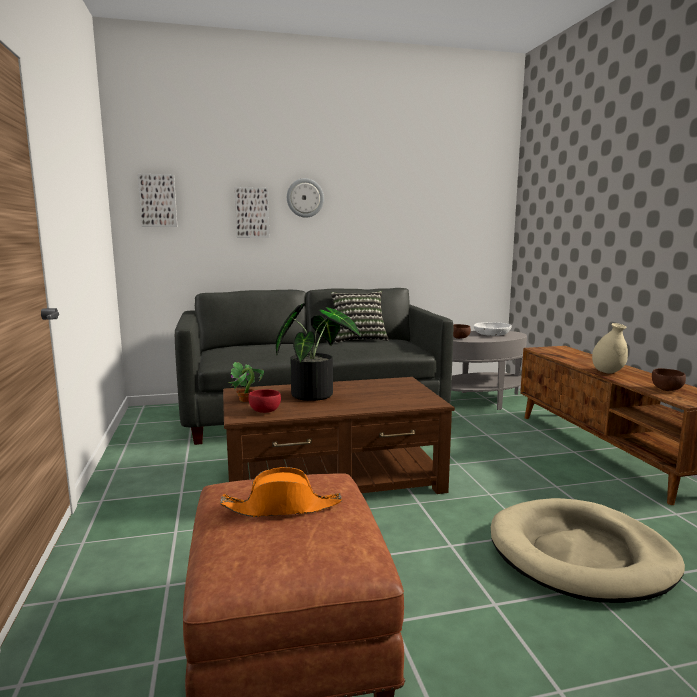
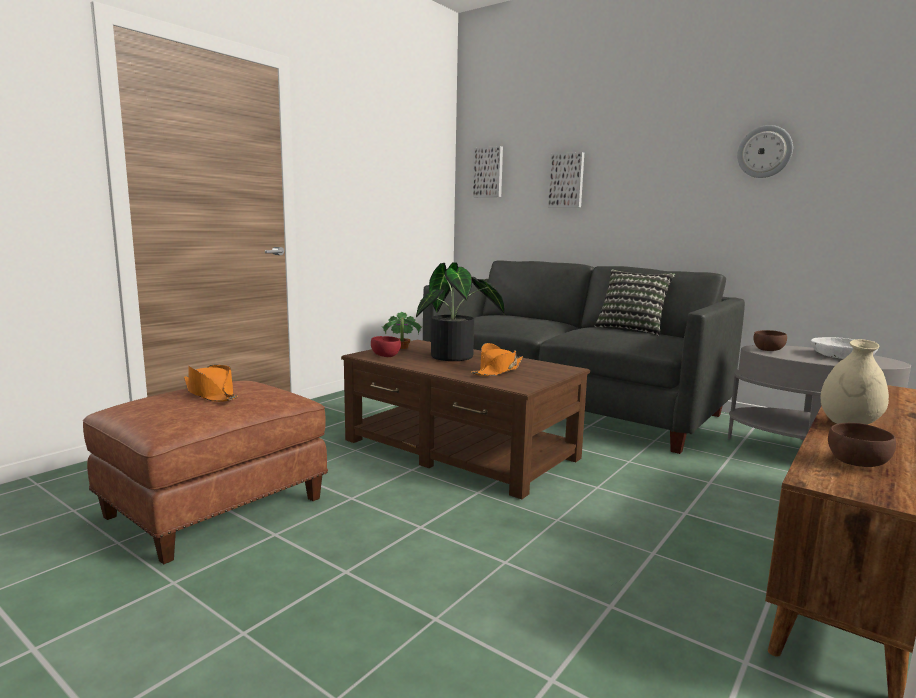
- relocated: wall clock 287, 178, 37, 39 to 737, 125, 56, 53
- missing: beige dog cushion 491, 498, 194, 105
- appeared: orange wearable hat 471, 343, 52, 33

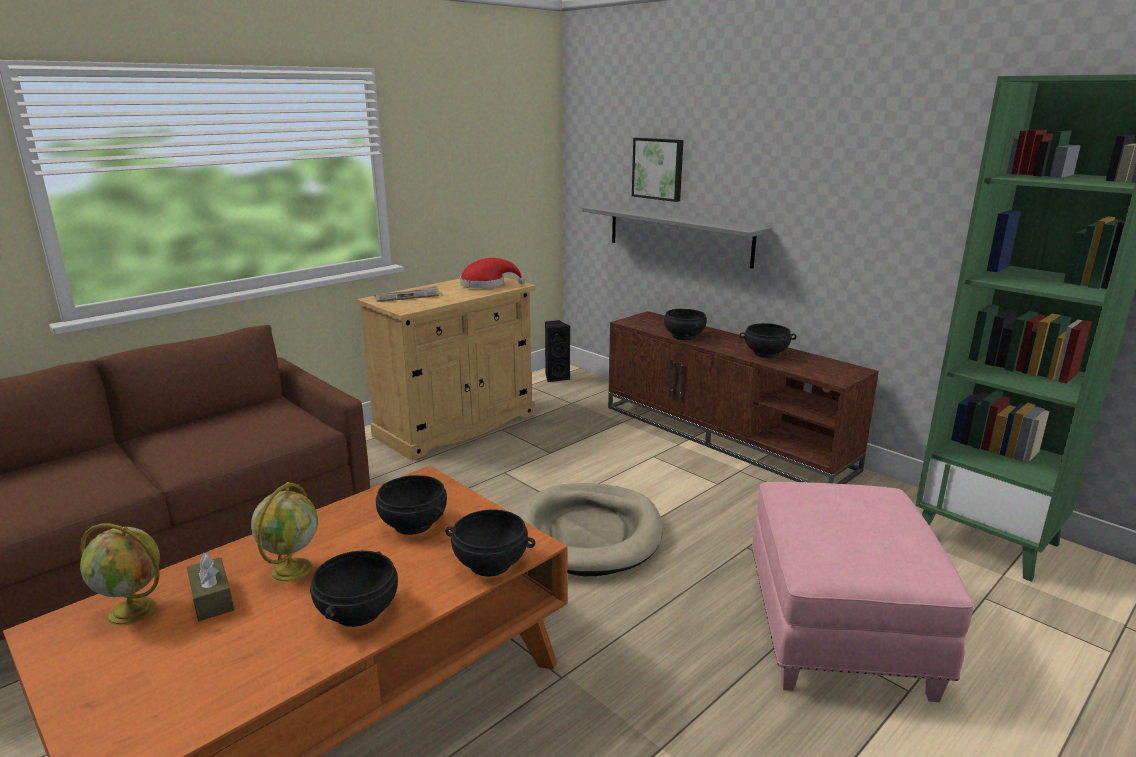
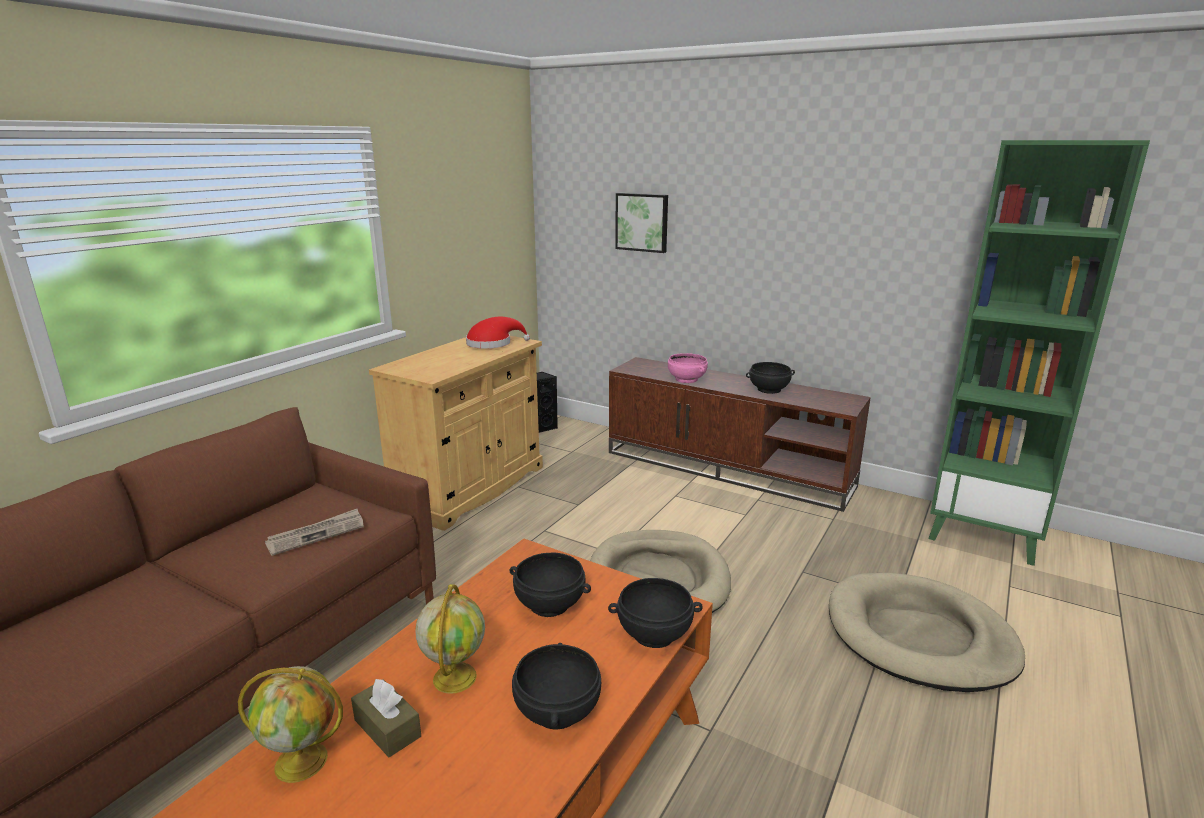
- relocated: newspaper 374, 286, 65, 16 to 265, 509, 99, 47
- missing: greyish wall shelf 582, 204, 189, 65
- colour: blackish bowl 664, 309, 43, 31 to pink-coloured bowl 668, 353, 40, 30
- exchanged: pink-coloured pouffe 751, 482, 223, 220 to beige dog cushion 829, 573, 196, 119

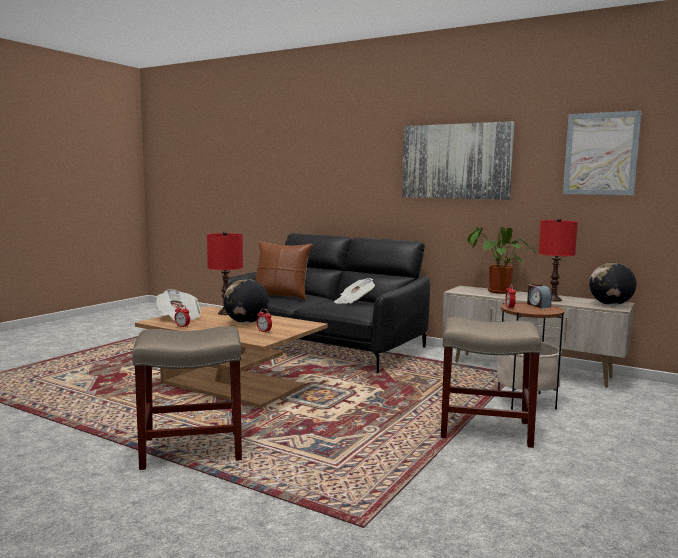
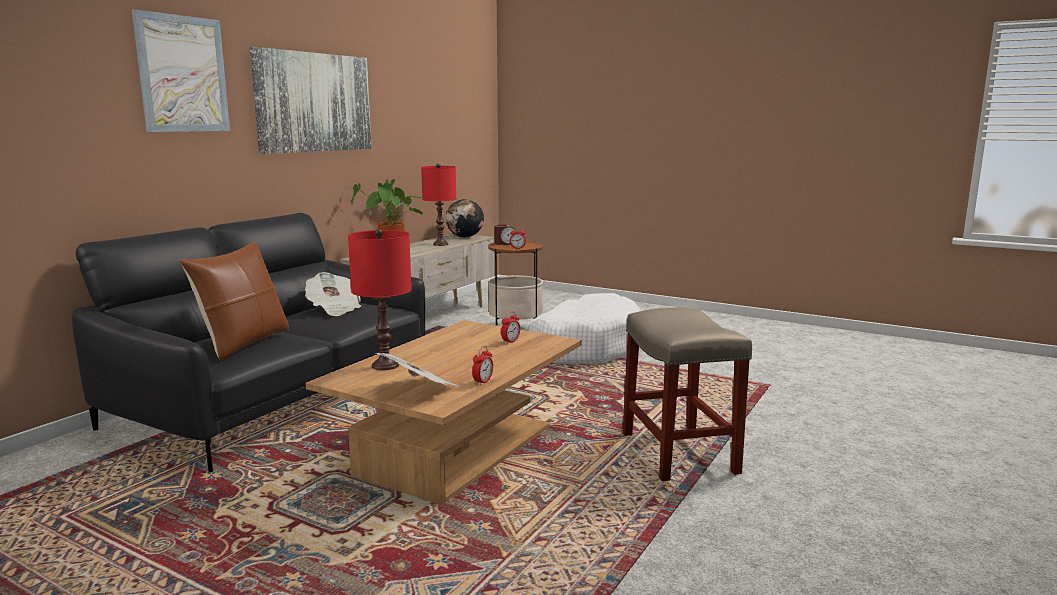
- missing: world globe 223, 279, 45, 44
- exchanged: beige stool 441, 317, 100, 131 to white-coloured dog cushion 529, 293, 112, 71
- relocated: wall art 563, 111, 78, 84 to 132, 9, 98, 123

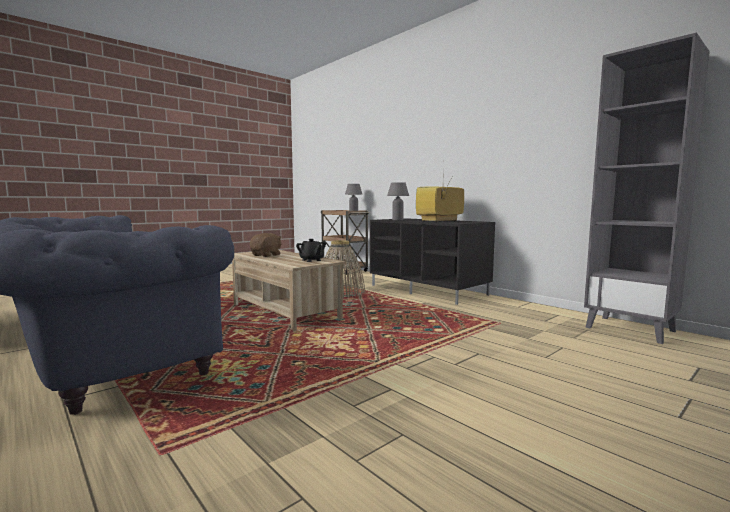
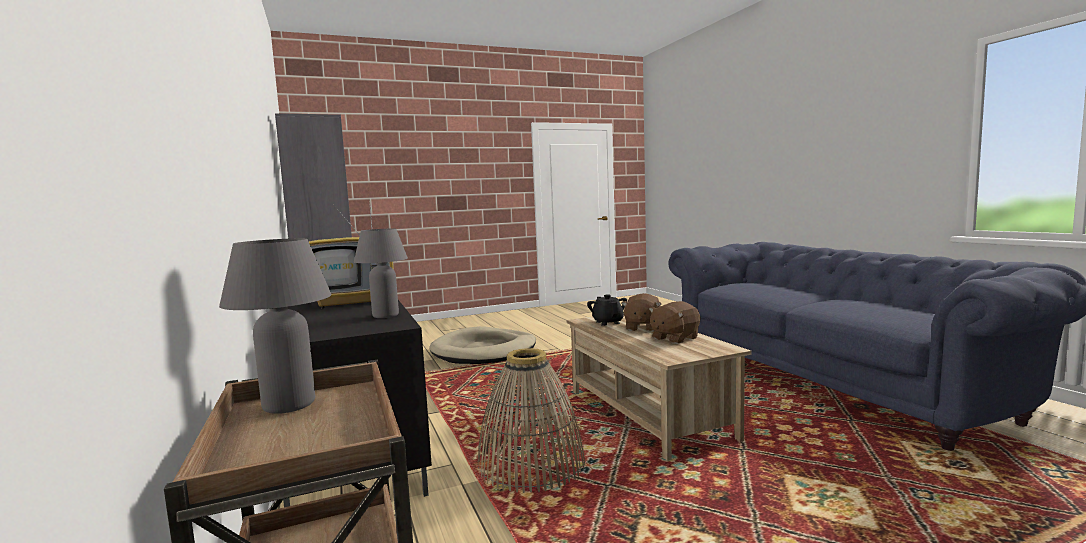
- appeared: beige dog cushion 429, 326, 107, 38
- appeared: brown-coloured cuddly toy 621, 293, 40, 39

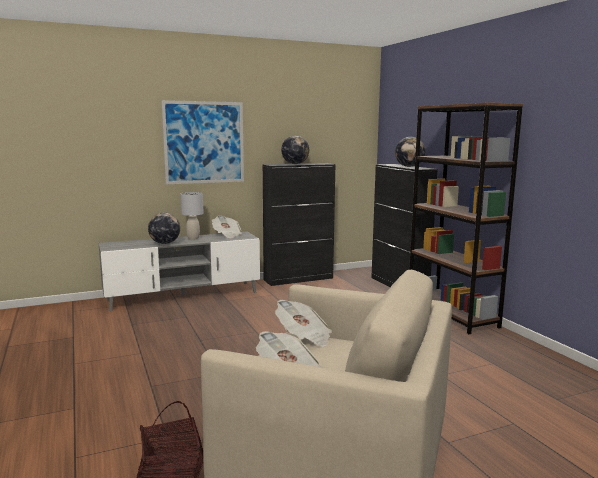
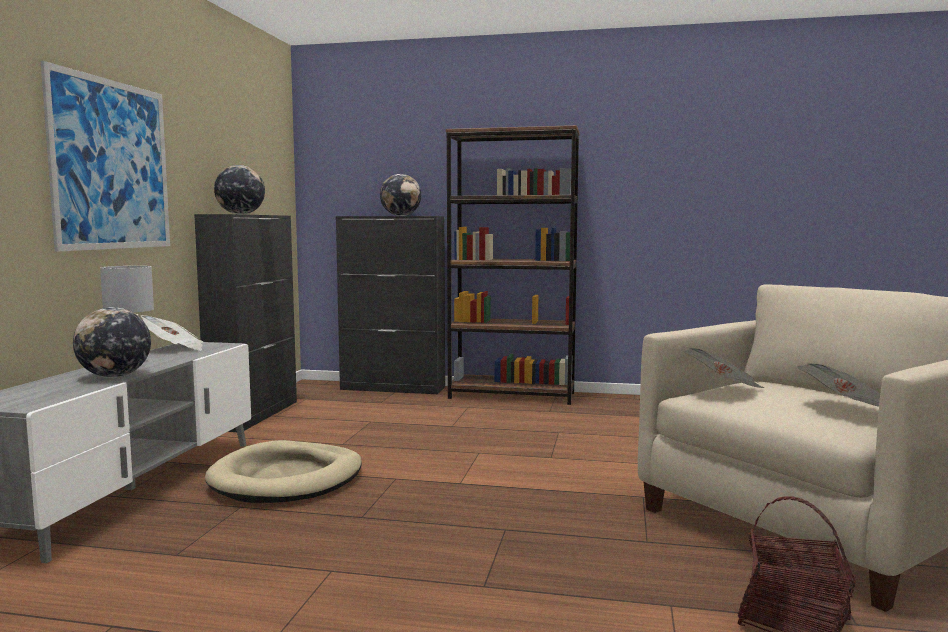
- appeared: beige dog cushion 205, 440, 157, 63

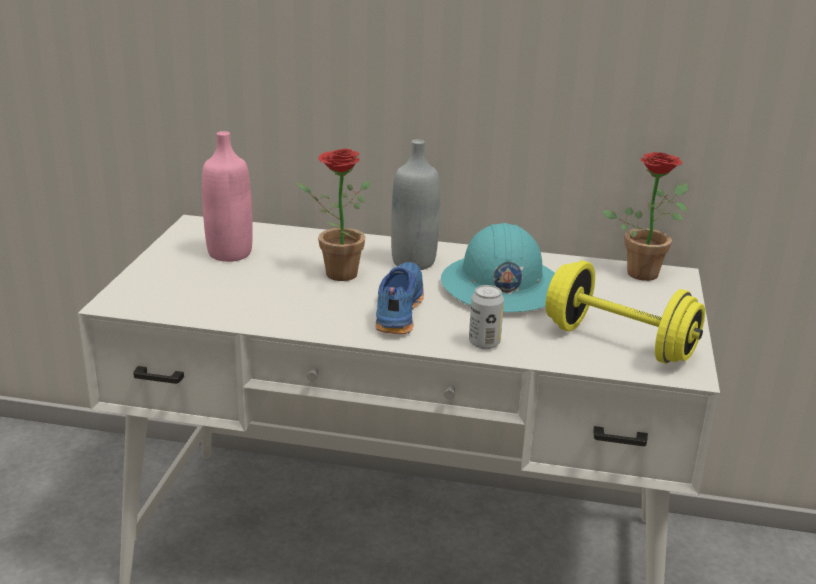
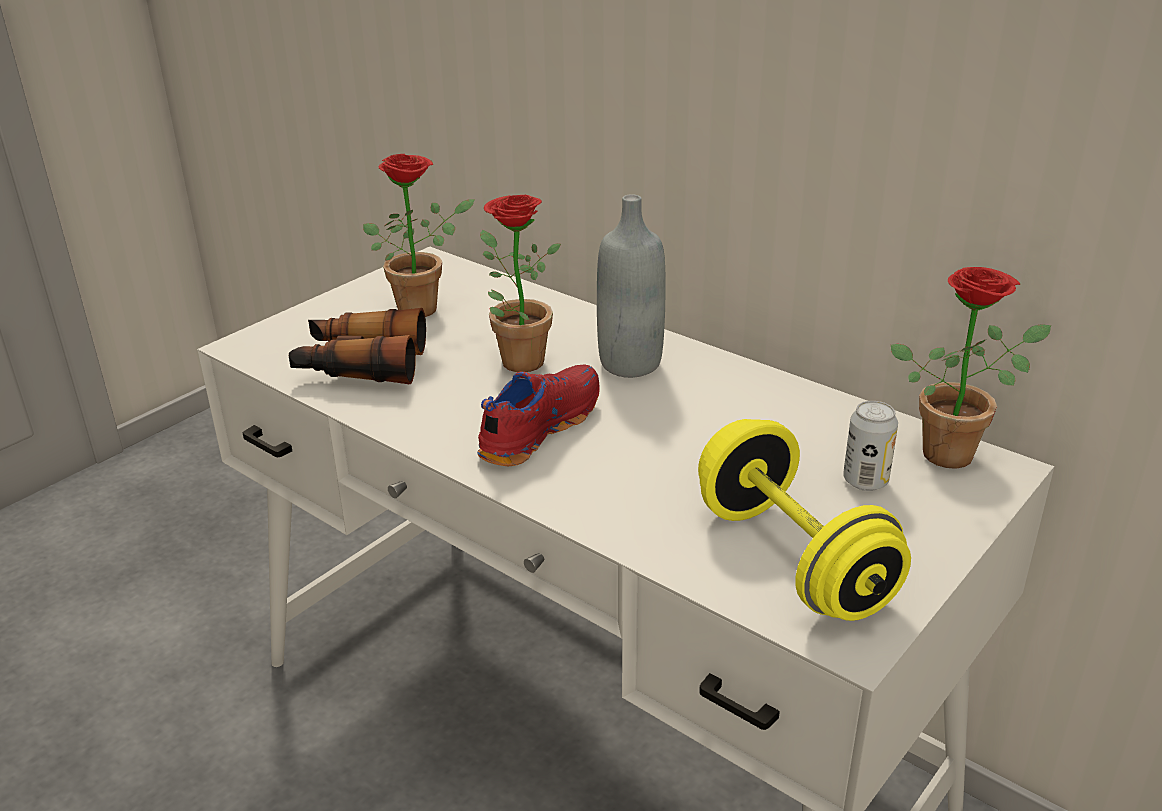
- exchanged: pink-coloured bottle 202, 131, 51, 131 to houseplant 363, 154, 112, 163
- colour: blue-coloured low shoe 376, 262, 48, 72 to red low shoe 477, 365, 123, 101
- missing: turquoise hard hat 441, 223, 114, 89
- relocated: metal can 469, 285, 35, 64 to 843, 401, 55, 90
- appeared: field glasses 289, 308, 137, 76

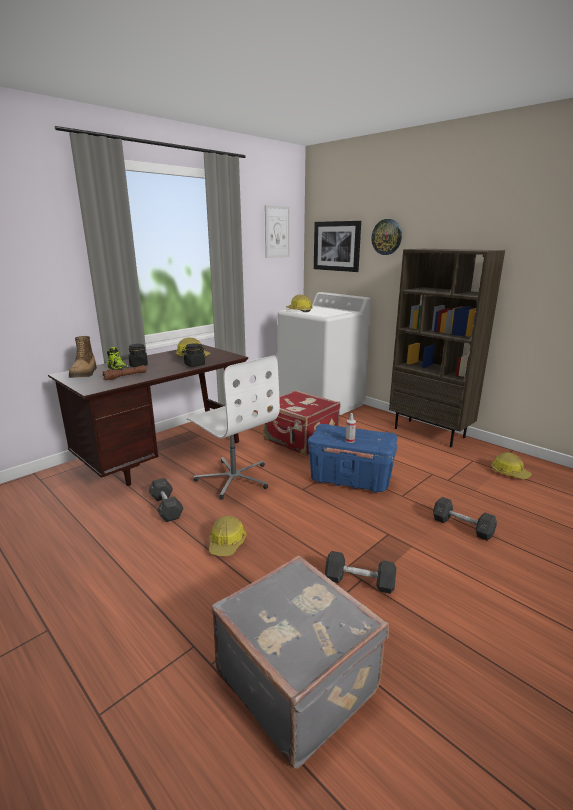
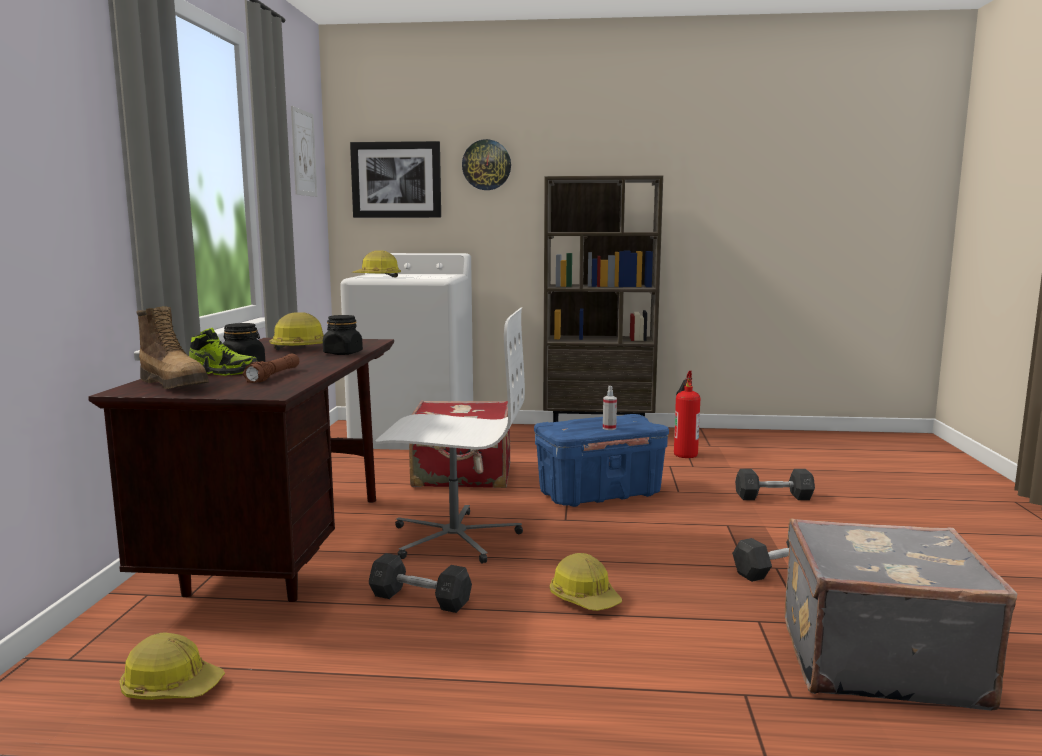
- relocated: hard hat 491, 452, 41, 27 to 120, 632, 105, 68
- appeared: extinguisher 674, 371, 26, 87

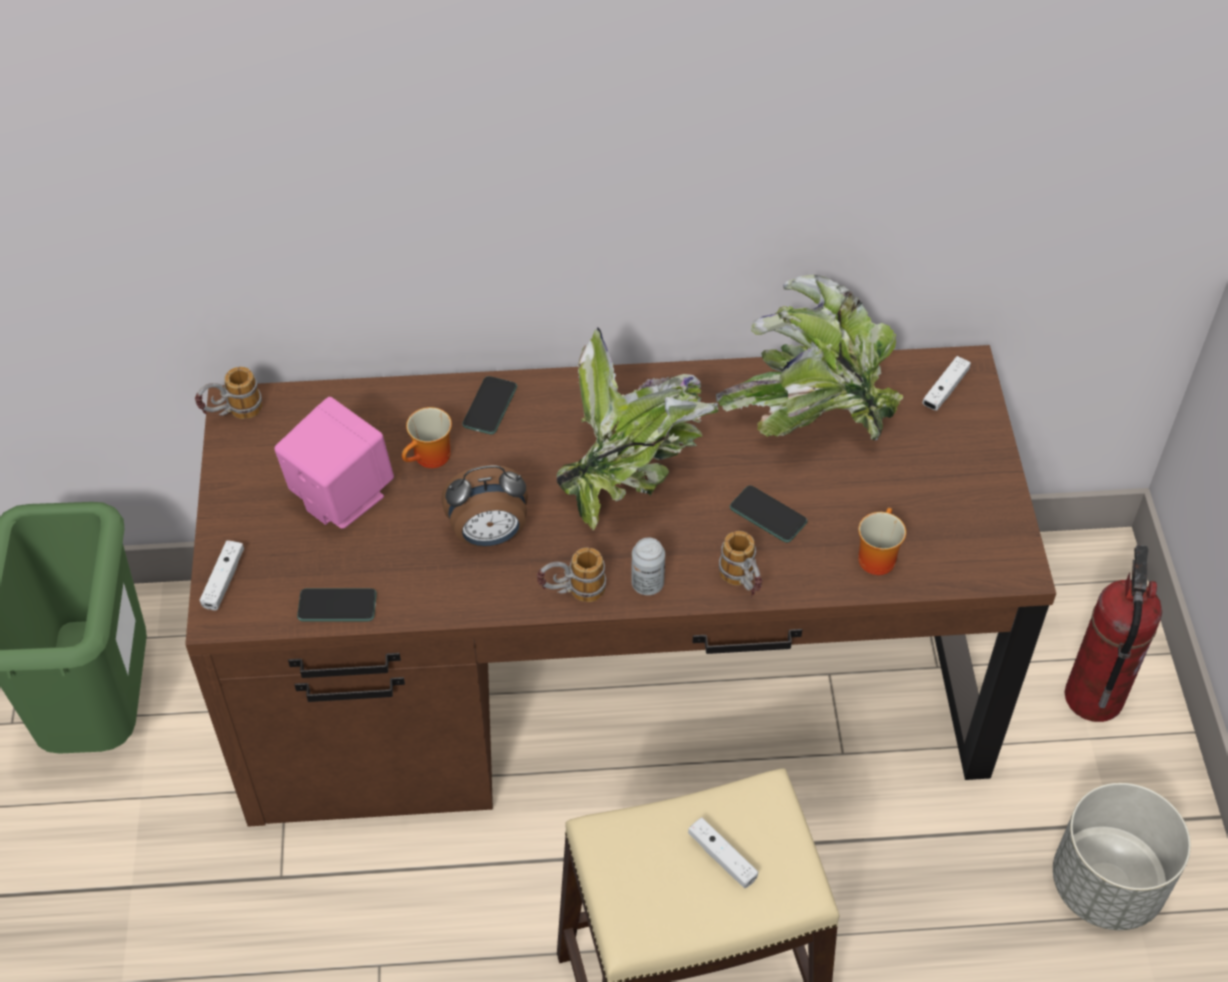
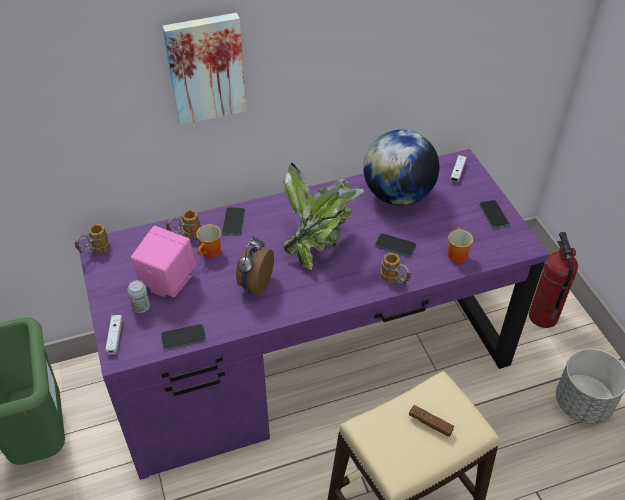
- colour: brown-coloured desk unit 185, 345, 871, 482 to purple-coloured desk unit 79, 149, 470, 331
- spun: alarm clock 442, 465, 86, 82 = 236, 236, 38, 59 135 degrees clockwise
- relocated: mug 537, 548, 69, 54 to 166, 209, 35, 29
- relocated: metal can 631, 538, 34, 57 to 127, 280, 23, 33
- colour: white-coloured joypad 688, 818, 70, 70 to brown-coloured joypad 409, 405, 45, 32
- exchanged: houseplant 716, 275, 187, 166 to world globe 363, 130, 76, 76
- appeared: wall art 163, 13, 84, 112
- appeared: handset 479, 200, 31, 28

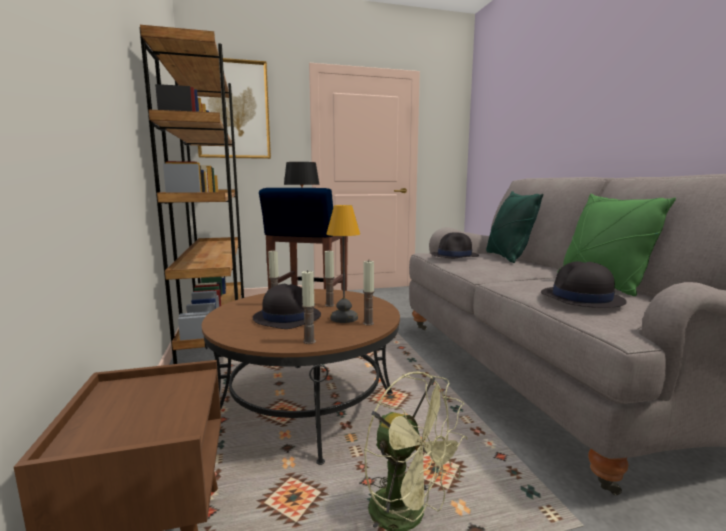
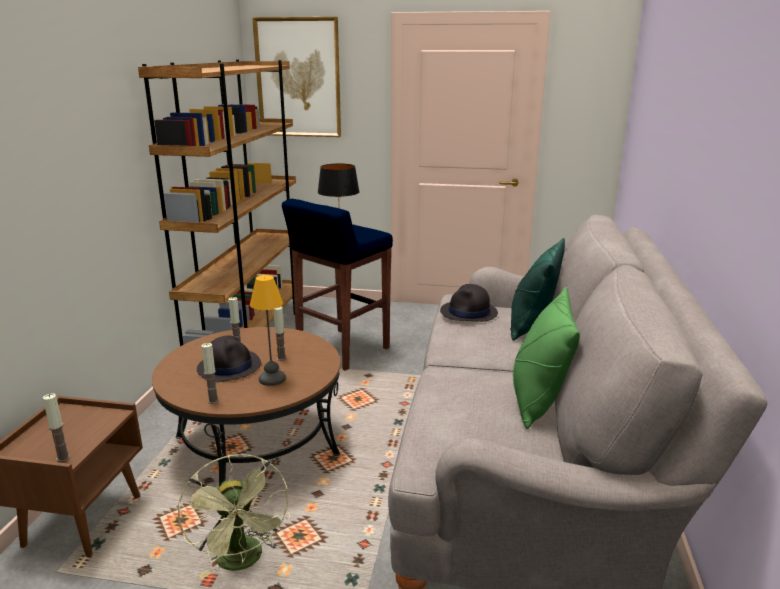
- relocated: wax light 363, 261, 11, 64 to 43, 393, 27, 69
- missing: blackish wearable hat 541, 261, 86, 47

